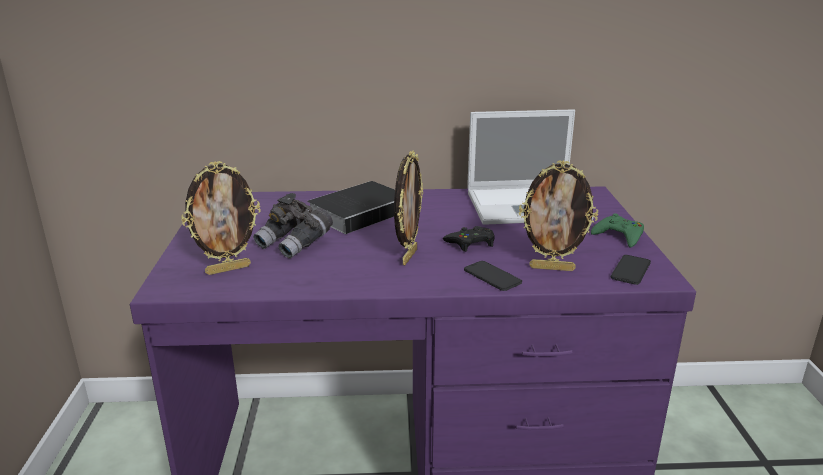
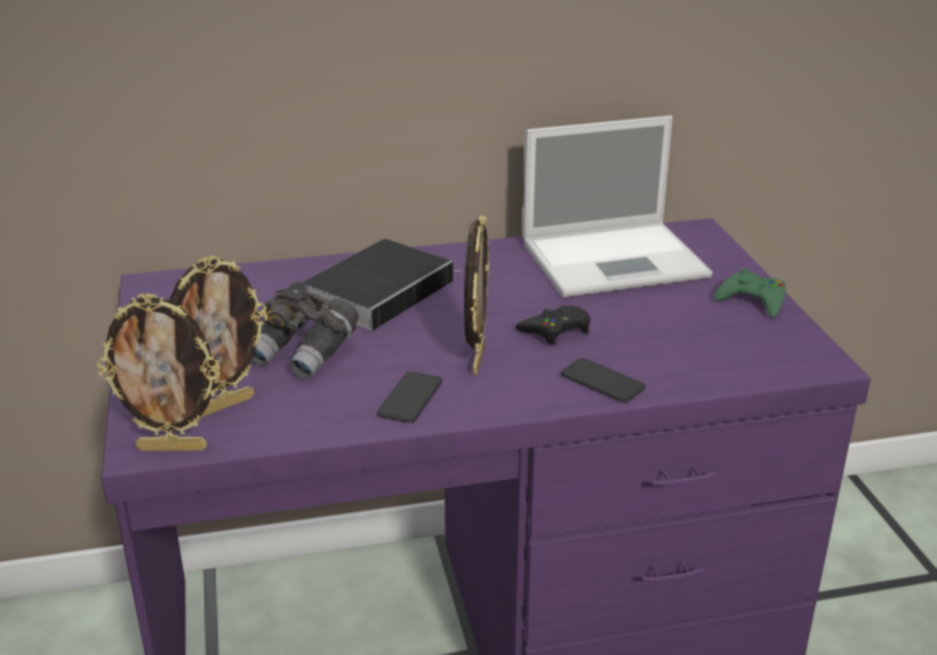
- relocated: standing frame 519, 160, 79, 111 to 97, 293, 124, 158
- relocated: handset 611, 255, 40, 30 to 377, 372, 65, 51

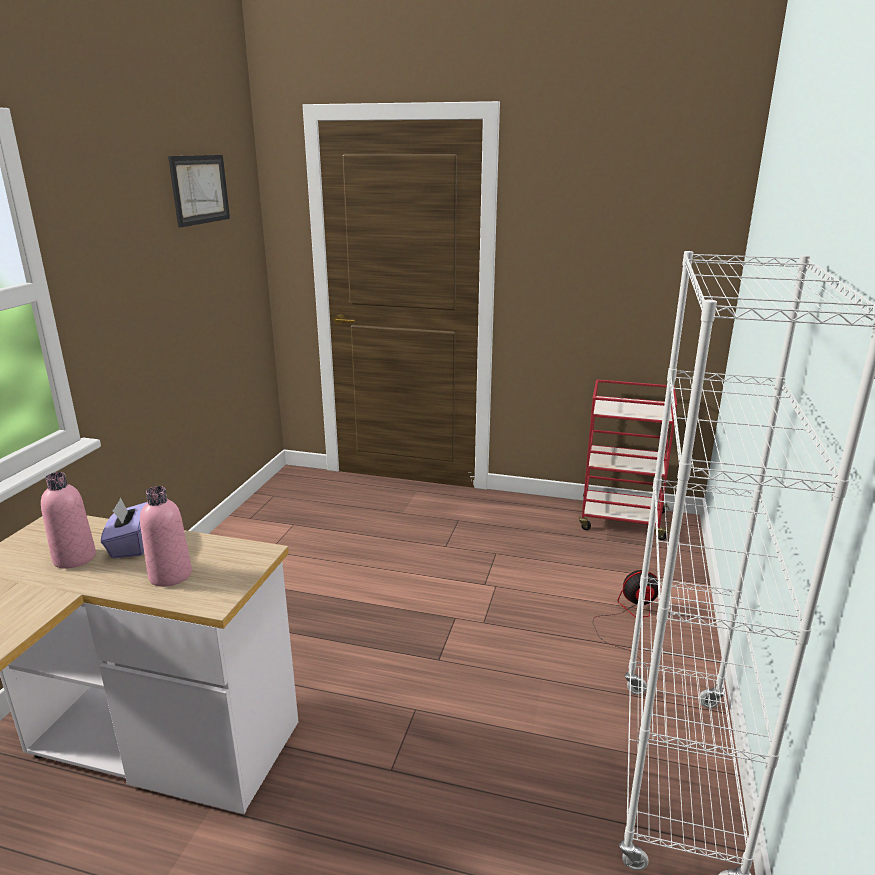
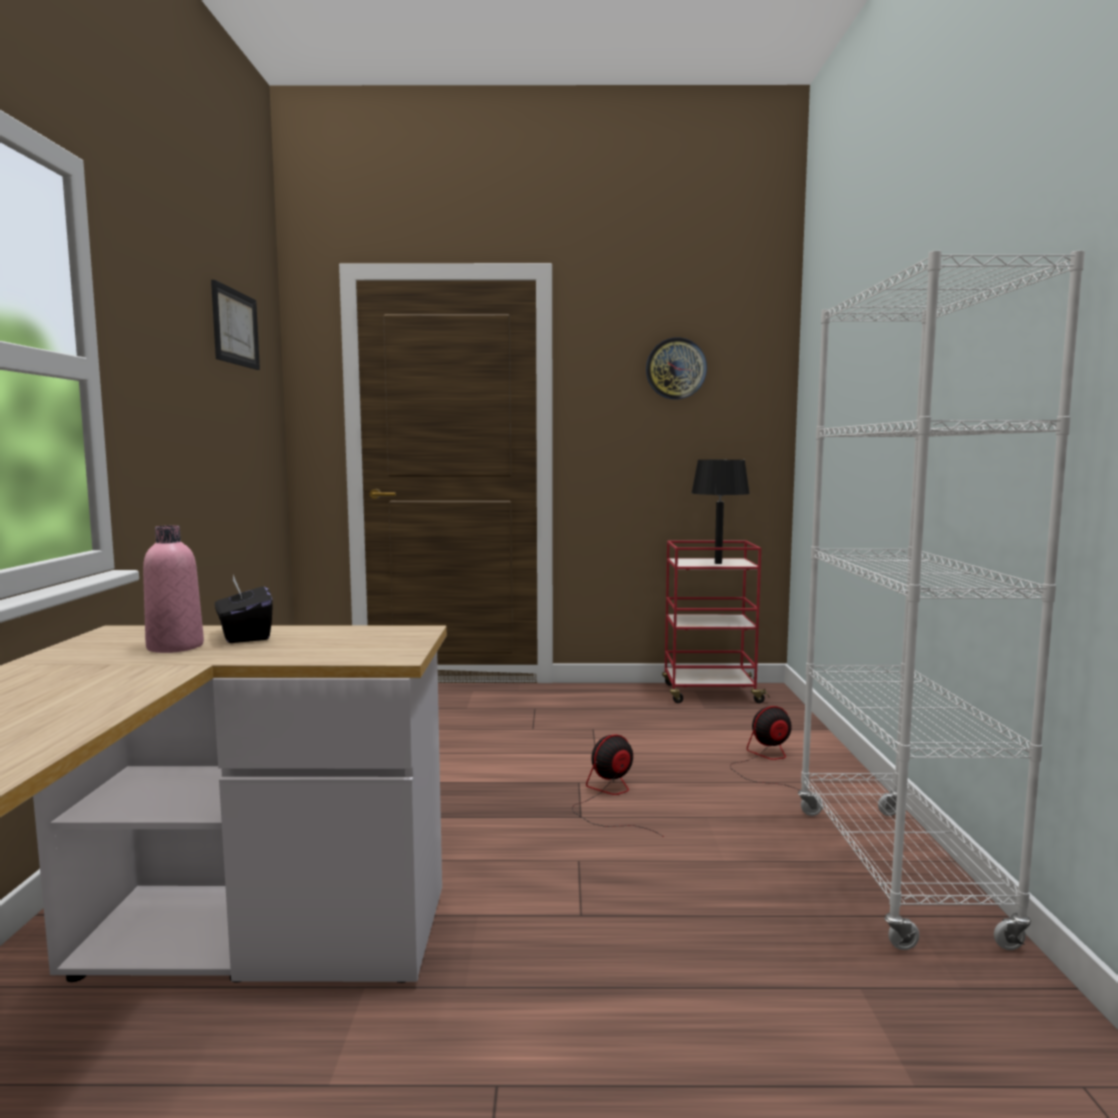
- colour: purple-coloured tissue box 101, 498, 47, 60 to blackish tissue box 215, 575, 58, 68
- missing: pink-coloured bottle 140, 486, 52, 101
- appeared: fan 572, 735, 92, 102
- appeared: wall clock 646, 338, 61, 62
- appeared: blackish tabletop lamp 691, 460, 59, 104

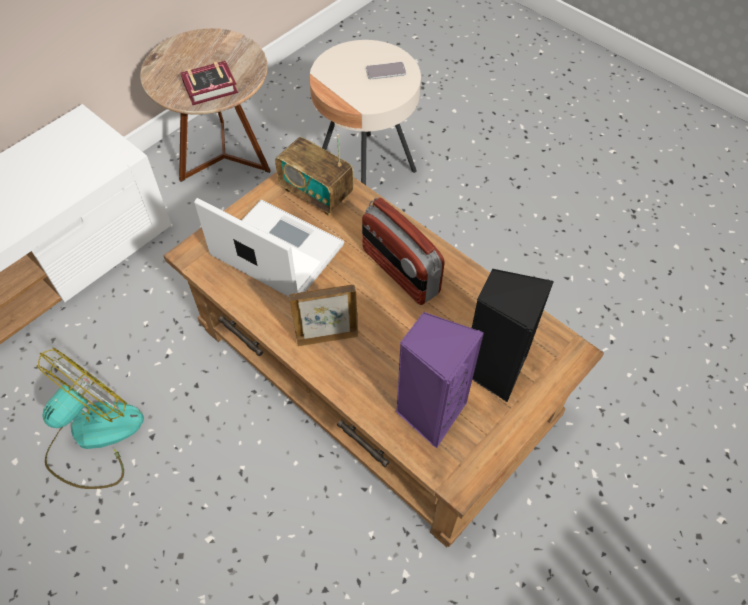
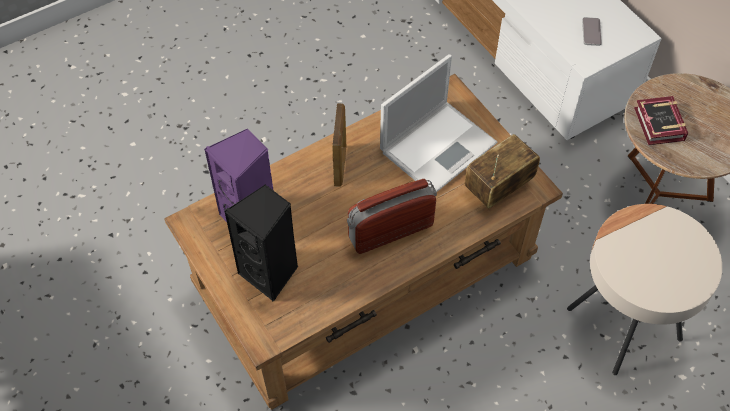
- missing: fan 37, 348, 107, 141
- relocated: handset 366, 62, 40, 17 to 582, 17, 20, 29

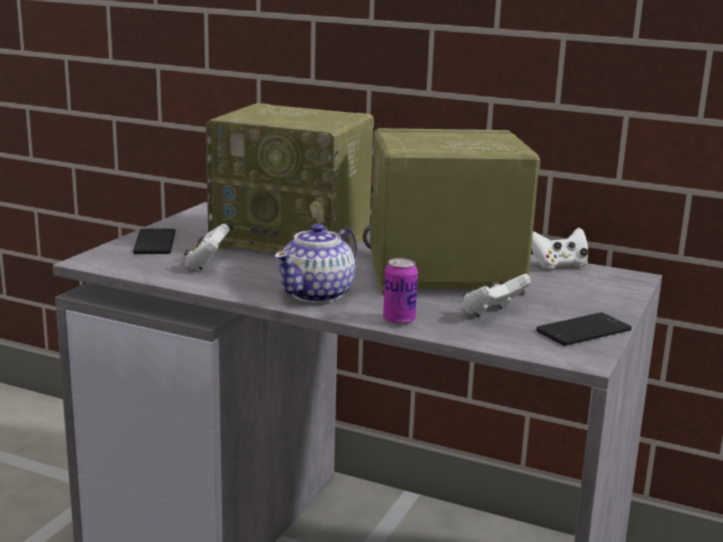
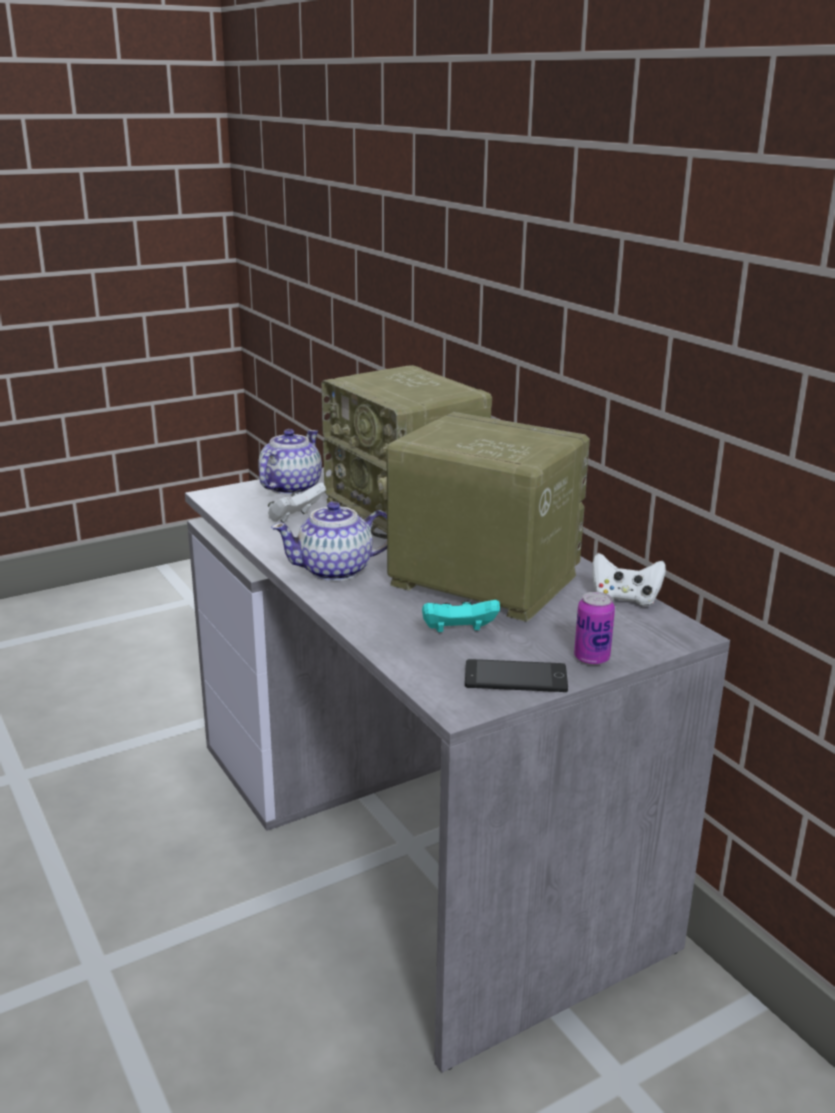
- exchanged: handset 133, 229, 42, 25 to teapot 258, 429, 64, 66
- relocated: metal can 383, 258, 35, 67 to 574, 592, 41, 73
- colour: white-coloured joypad 462, 274, 69, 43 to turquoise joypad 422, 600, 78, 33

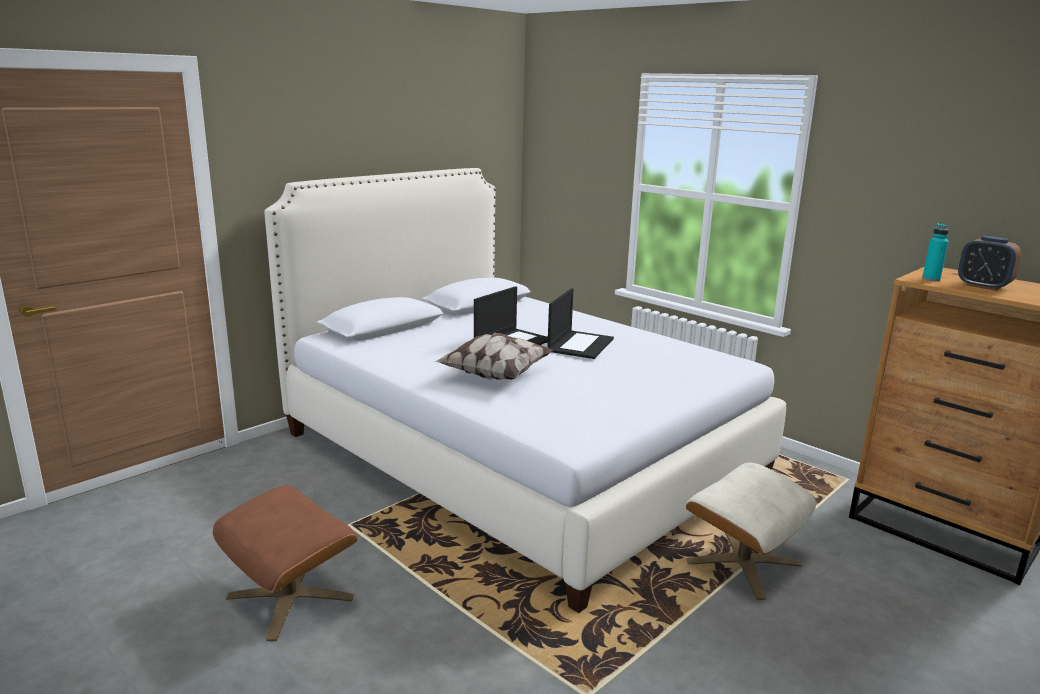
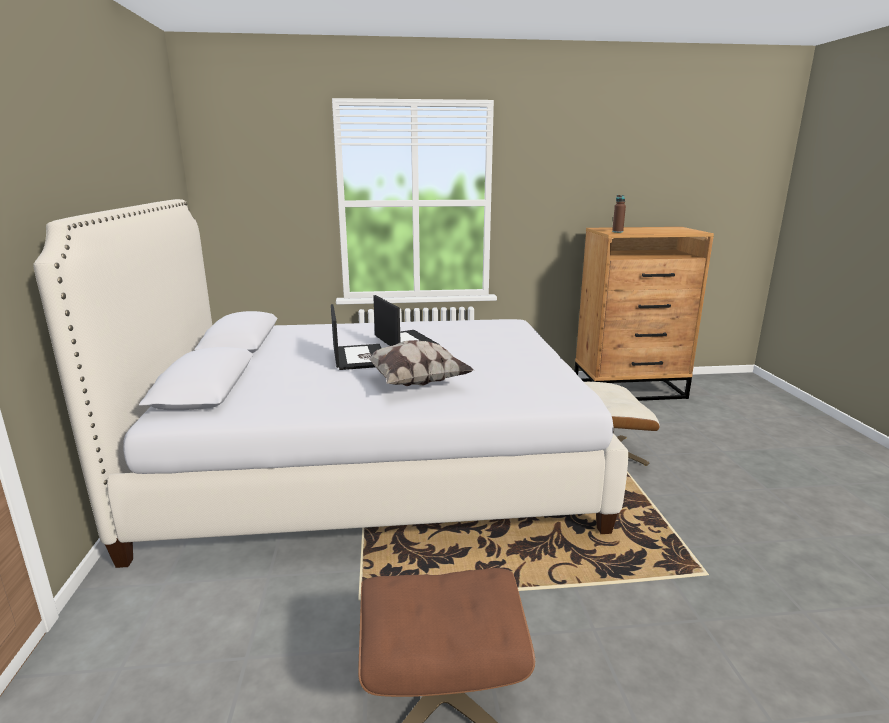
- colour: turquoise bottle 922, 223, 27, 58 to brown-coloured bottle 612, 195, 14, 38
- missing: alarm clock 958, 236, 63, 55

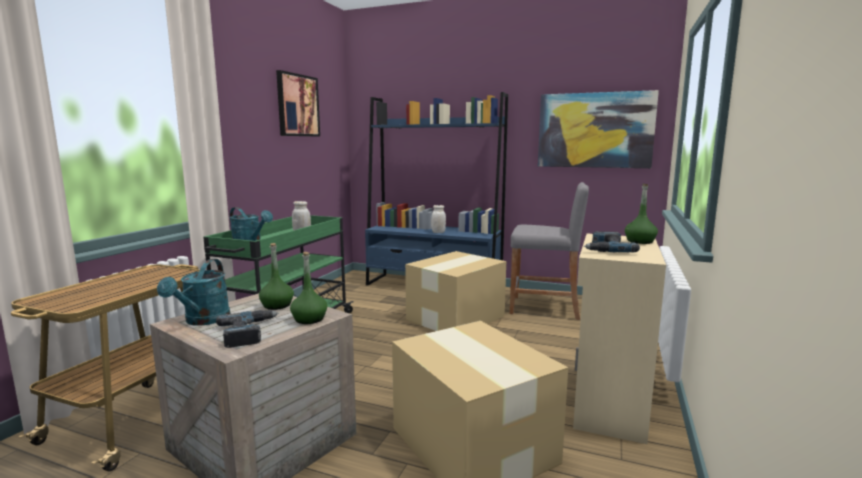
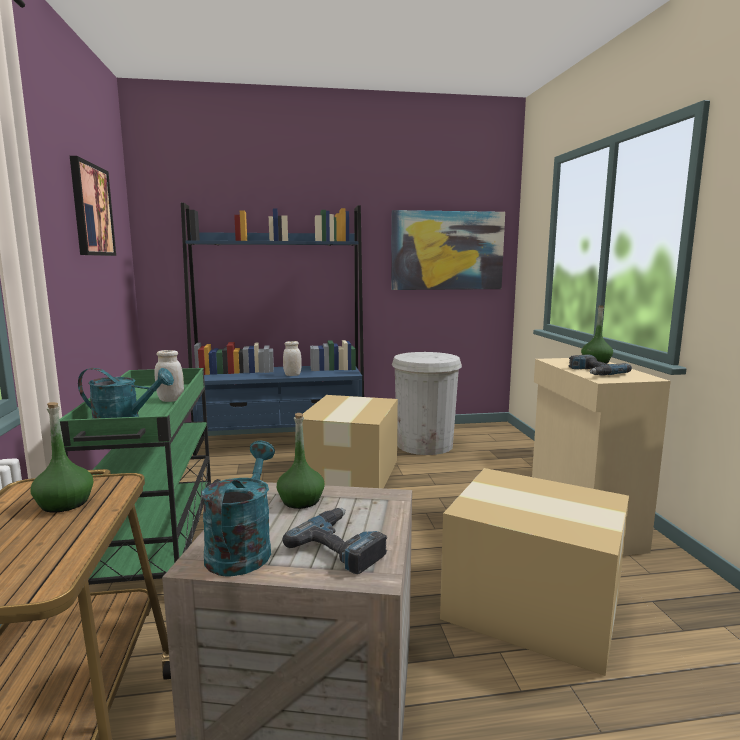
- spun: turquoise sprinkling can 157, 259, 73, 67 = 202, 441, 73, 135 150 degrees counterclockwise
- relocated: greenish bottle 290, 252, 37, 72 to 30, 402, 63, 110
- exchanged: greyish stool 510, 182, 79, 138 to white-coloured rubbish bin 392, 352, 70, 103

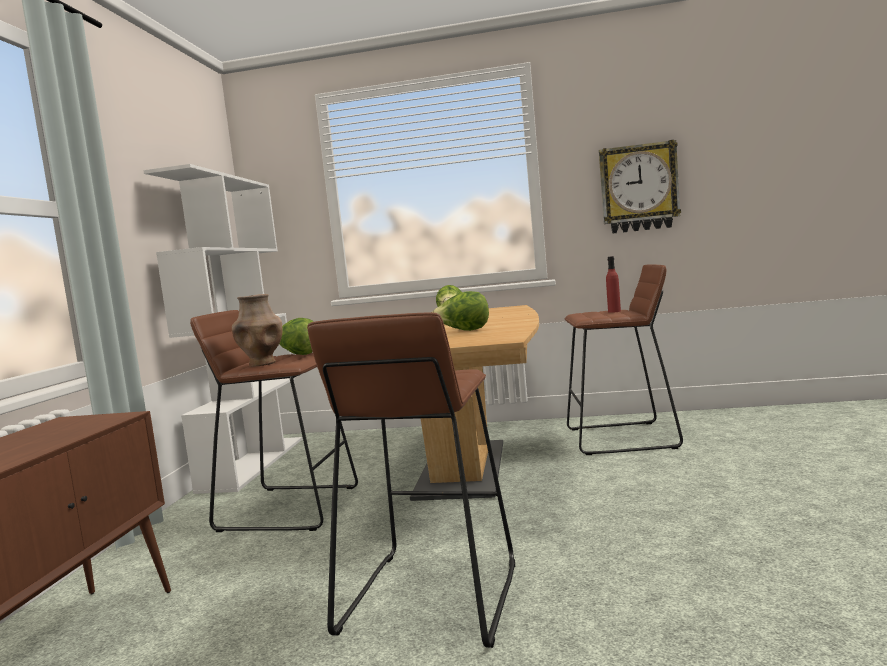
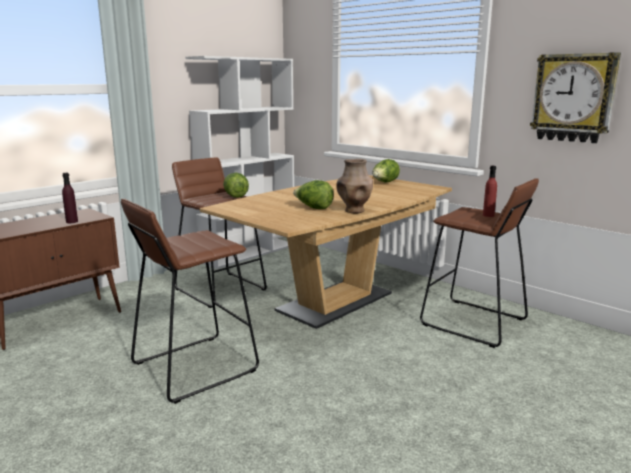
- relocated: brown-coloured decorative vase 232, 294, 50, 72 to 336, 159, 37, 54
- appeared: purple-coloured bottle 62, 173, 16, 50

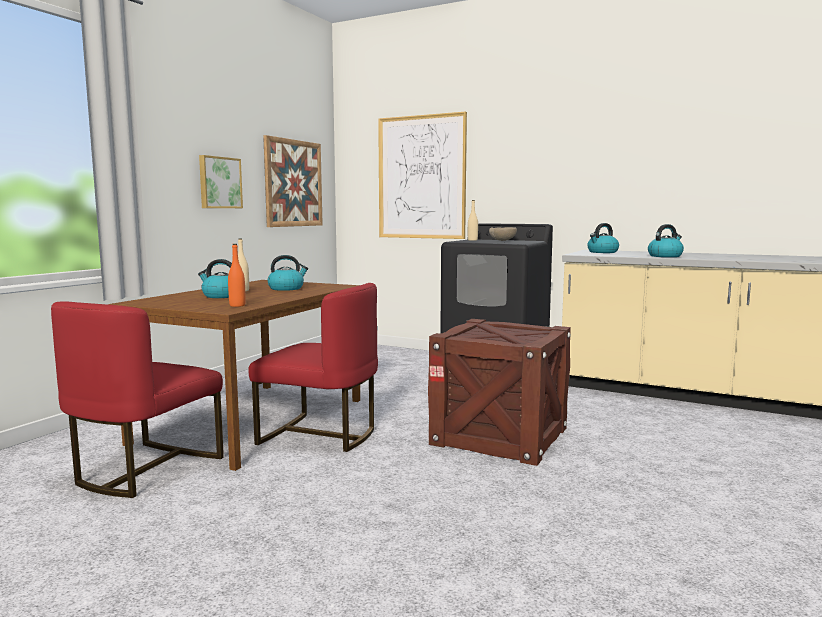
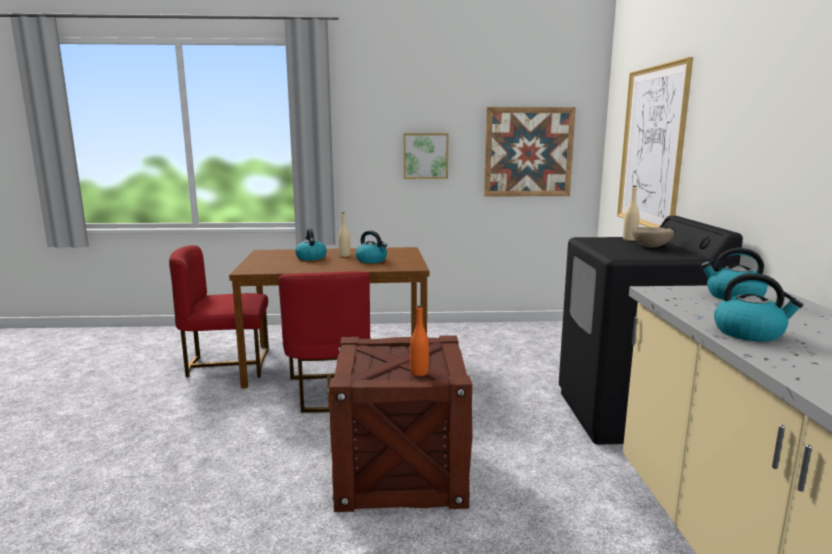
- relocated: orange bottle 228, 244, 18, 63 to 410, 305, 19, 71

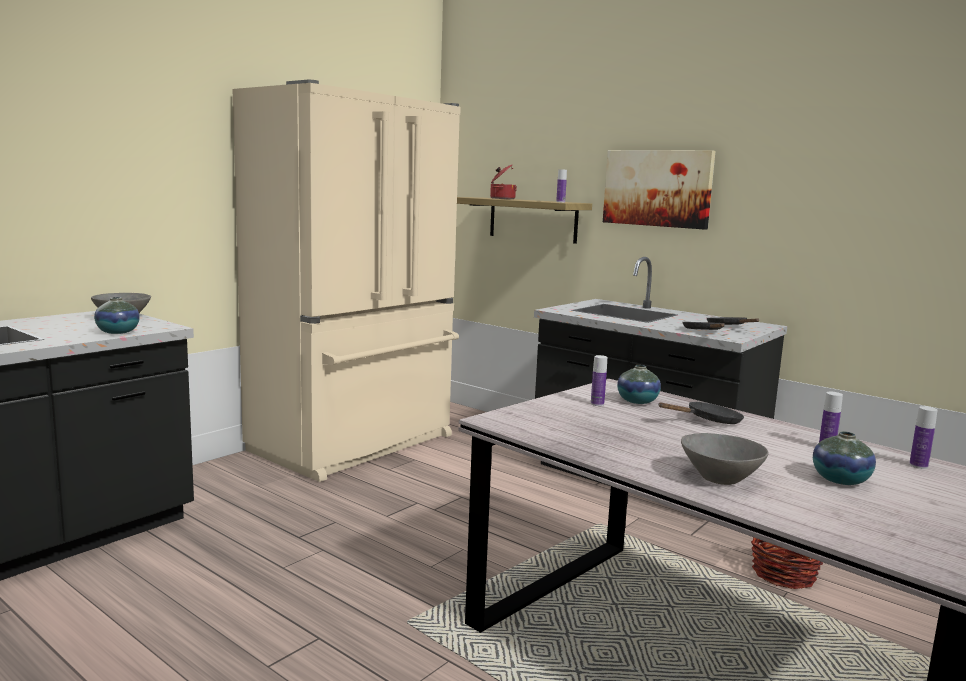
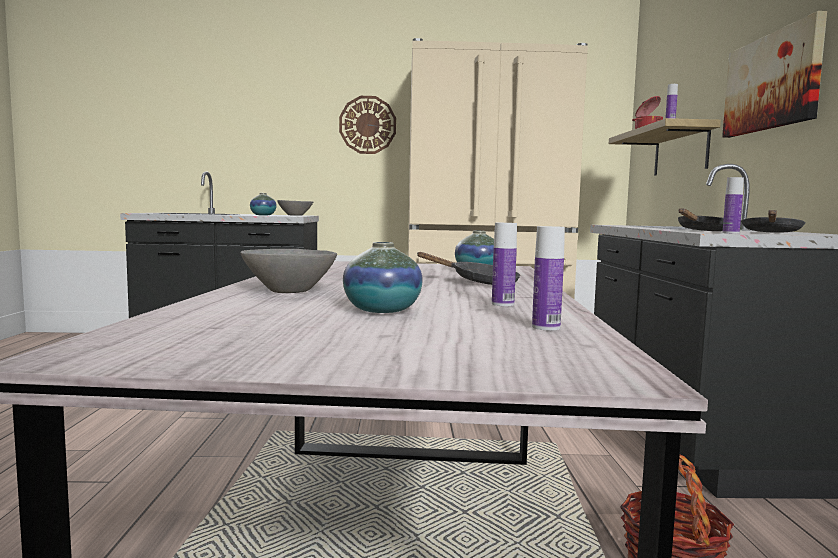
- relocated: bottle 591, 355, 16, 51 to 722, 177, 22, 57
- appeared: wall clock 339, 96, 57, 58

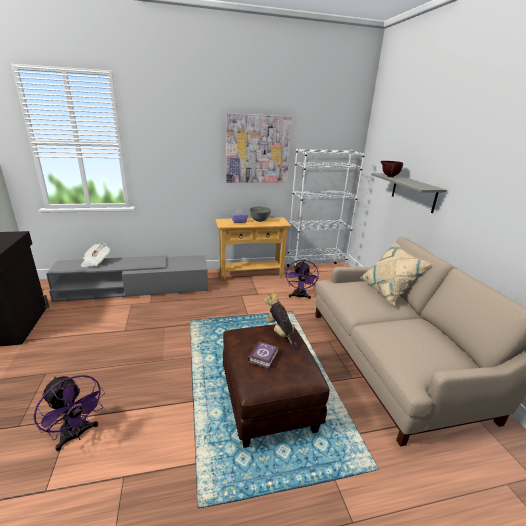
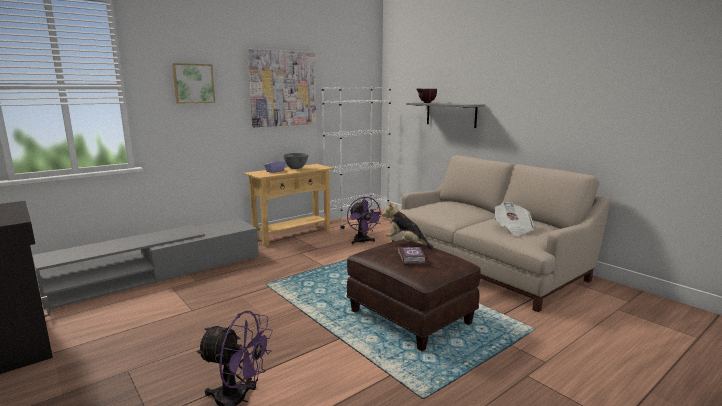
- relocated: newspaper 81, 243, 29, 24 to 495, 202, 39, 34
- missing: beige pillow 360, 242, 74, 65
- appeared: wall art 172, 63, 43, 41

